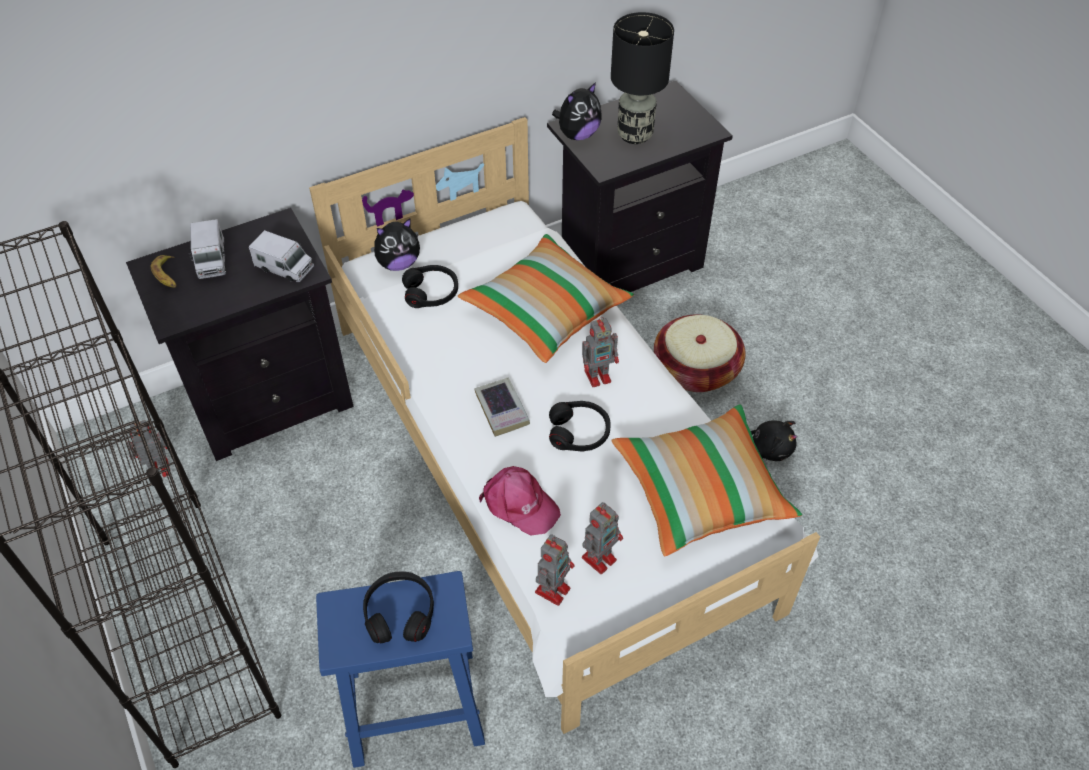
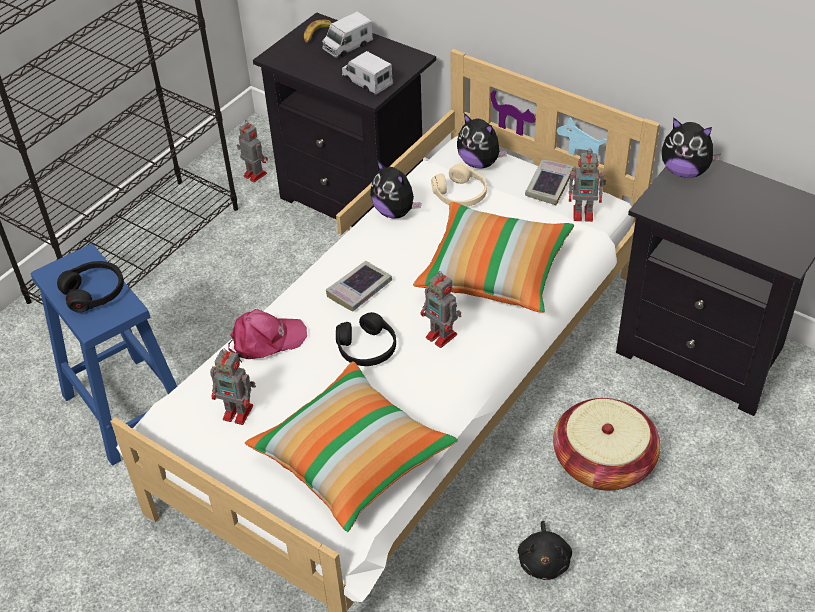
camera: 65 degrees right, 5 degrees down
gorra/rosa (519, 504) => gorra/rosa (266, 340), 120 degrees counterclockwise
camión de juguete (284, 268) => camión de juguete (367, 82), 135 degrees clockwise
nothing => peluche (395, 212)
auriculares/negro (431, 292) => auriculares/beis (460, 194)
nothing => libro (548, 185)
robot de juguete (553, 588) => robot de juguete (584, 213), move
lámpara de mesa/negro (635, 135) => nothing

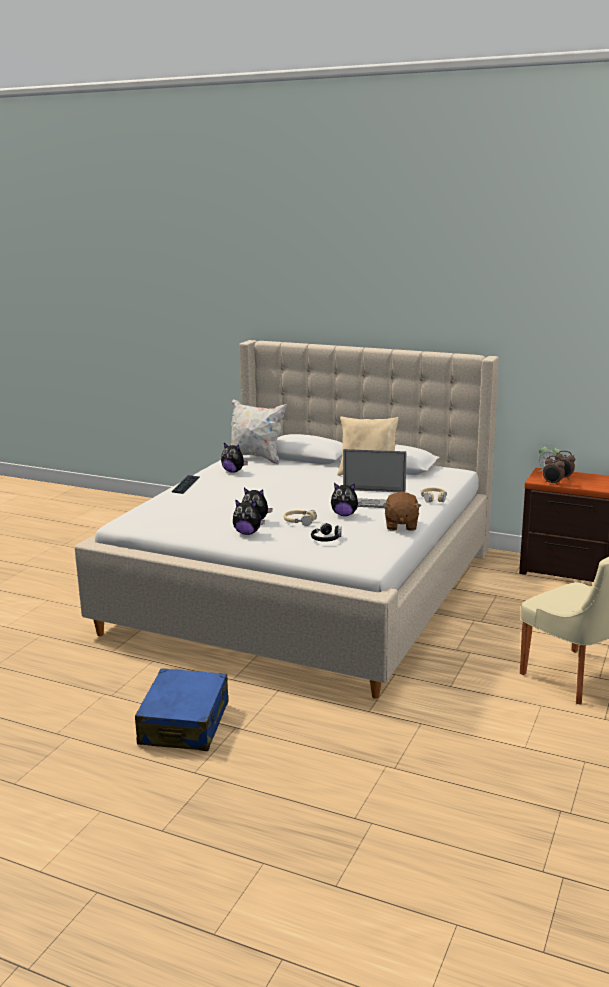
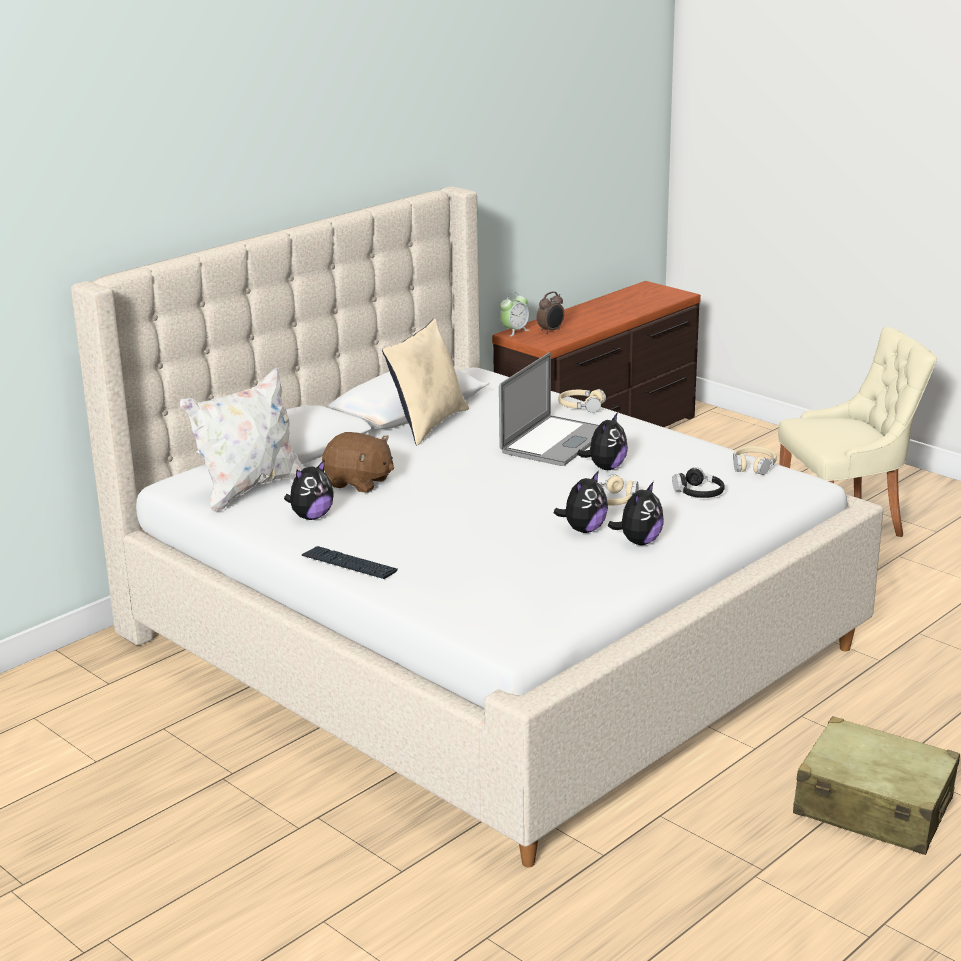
camera: 70 degrees left, 5 degrees up
peluche/marrón (401, 525) => peluche/marrón (359, 482), move
nothing => auriculares/beis (753, 466)
maleta/azul (184, 723) => maleta/beis (873, 807)
despertador (552, 483) => nothing

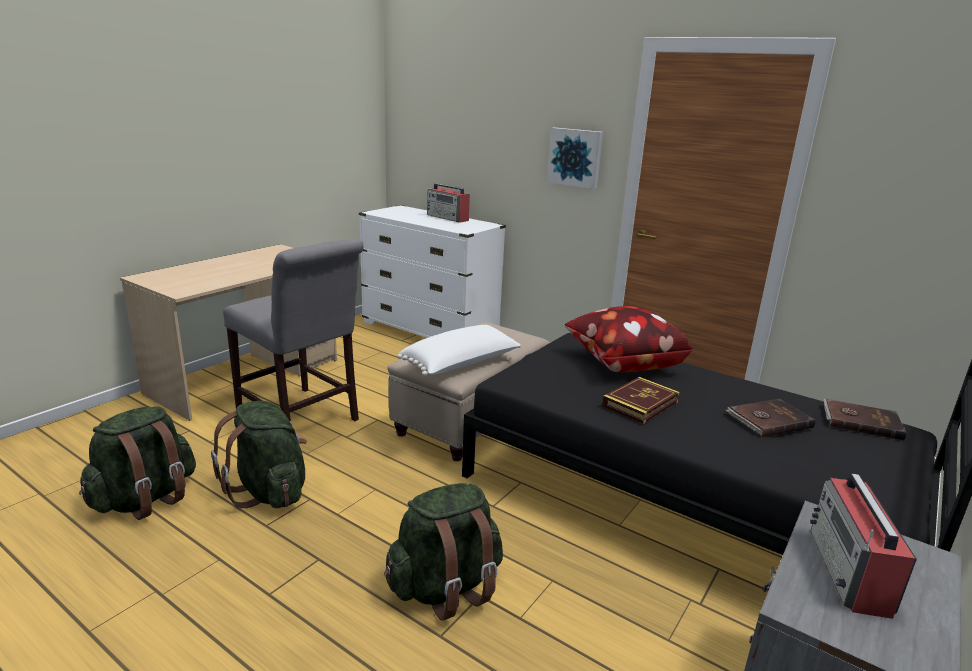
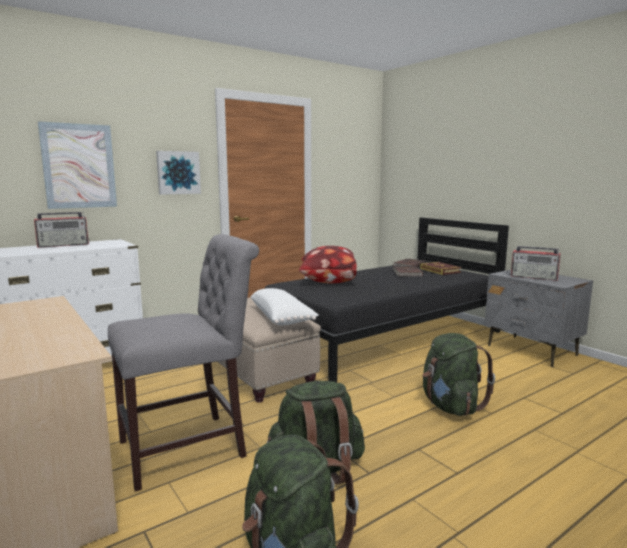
camera: 70 degrees left, 10 degrees down
nothing => cuadro (79, 166)
libro (640, 404) => libro (440, 270), move

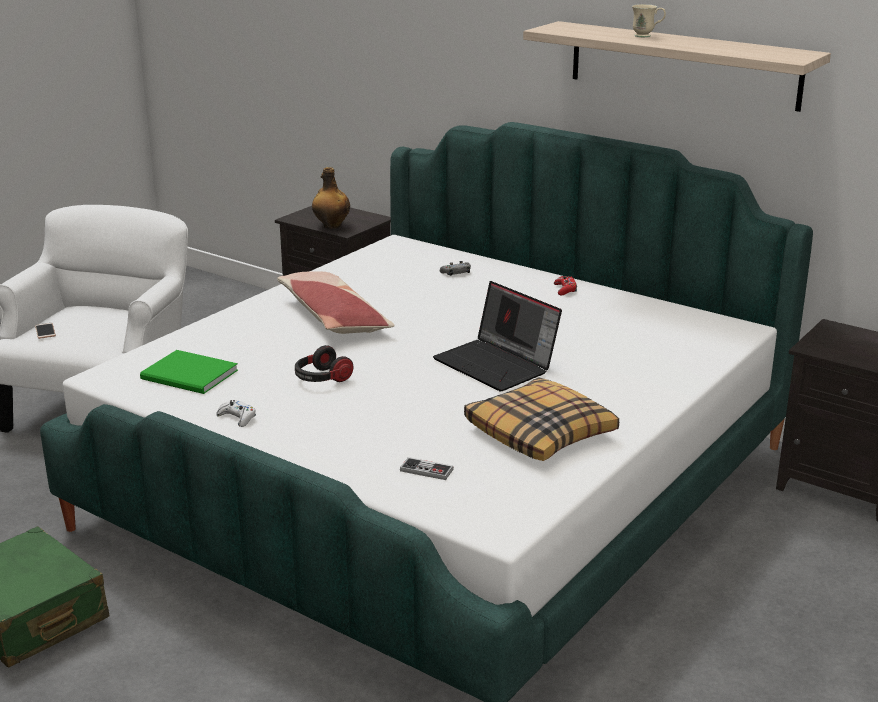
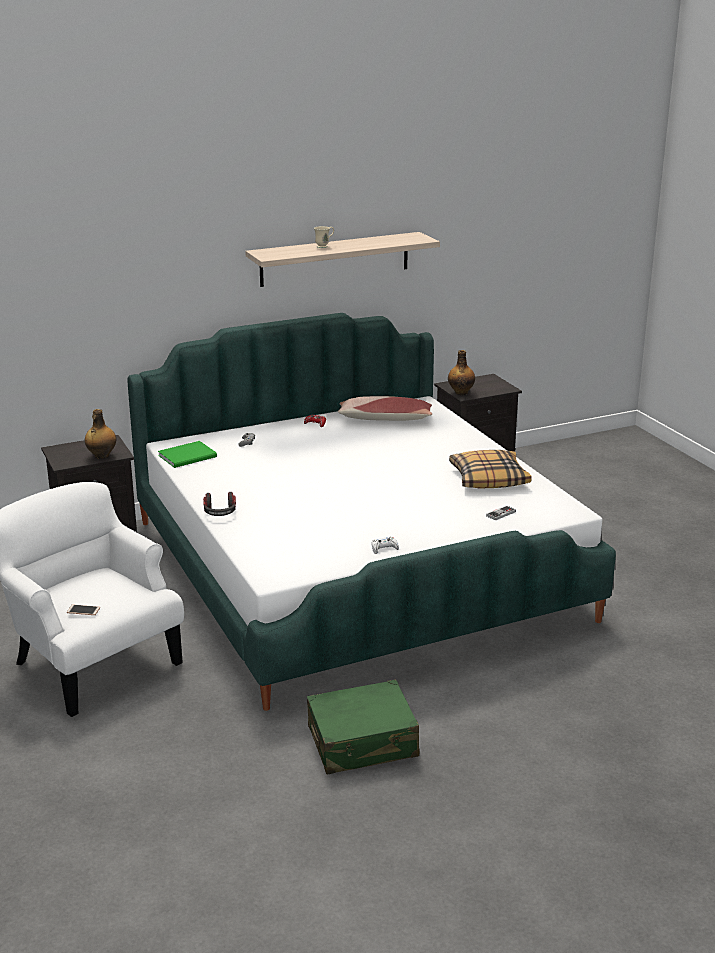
camera: 60 degrees left, 0 degrees up
libro/verde (190, 376) => libro/verde (189, 456), move
auriculares (321, 379) => auriculares (220, 513), move
cojín (333, 317) => cojín (384, 419), move
nothing => botella (461, 392)
portátil (497, 365) => nothing

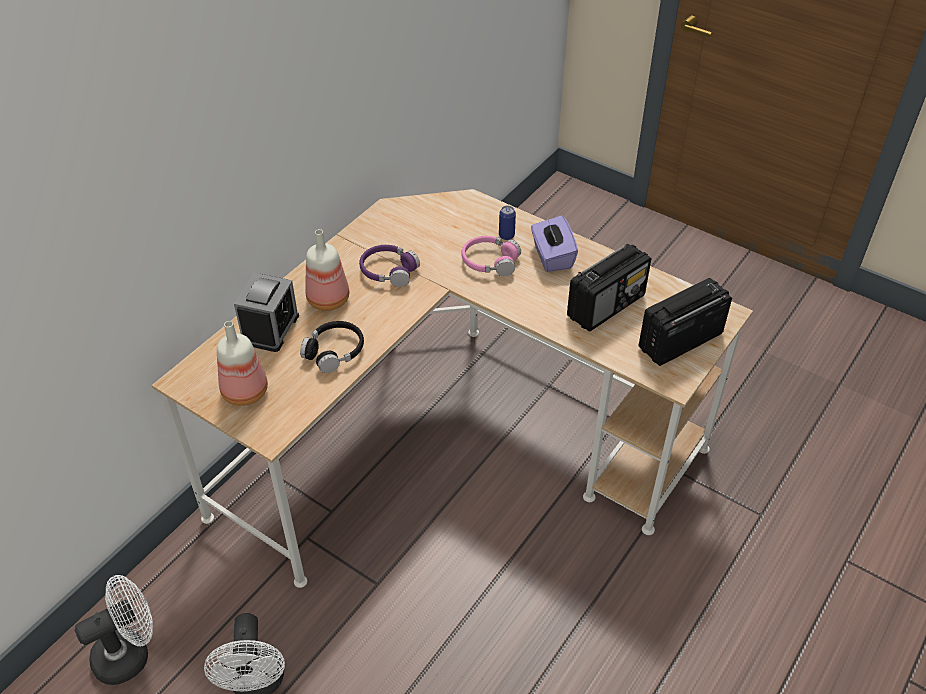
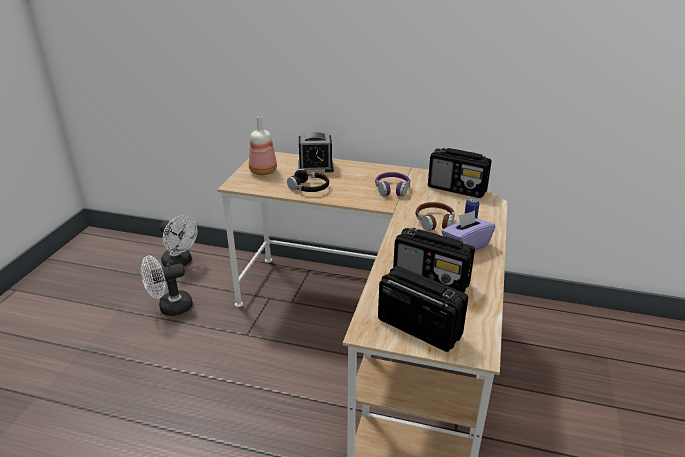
camera: 70 degrees right, 15 degrees down
auriculares/rosa (490, 262) => auriculares/marrón (435, 221)
nothing => radio (457, 189)
botella (328, 299) => nothing

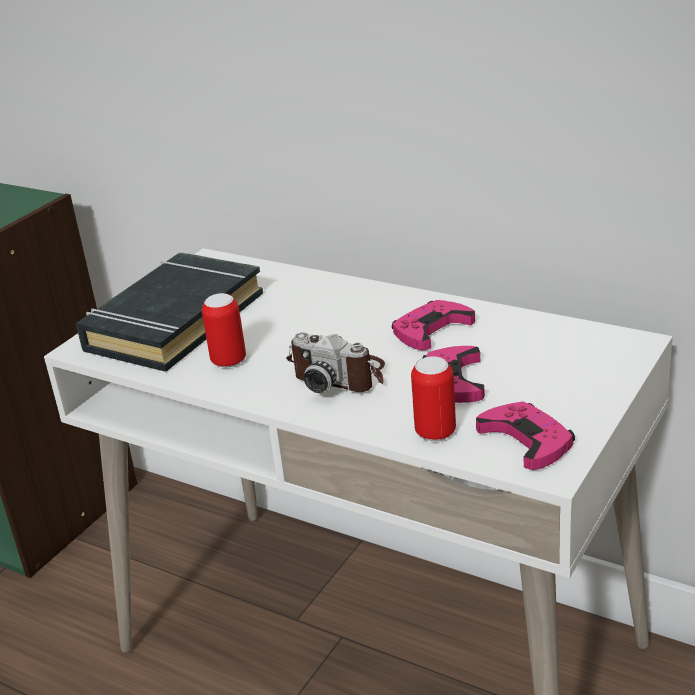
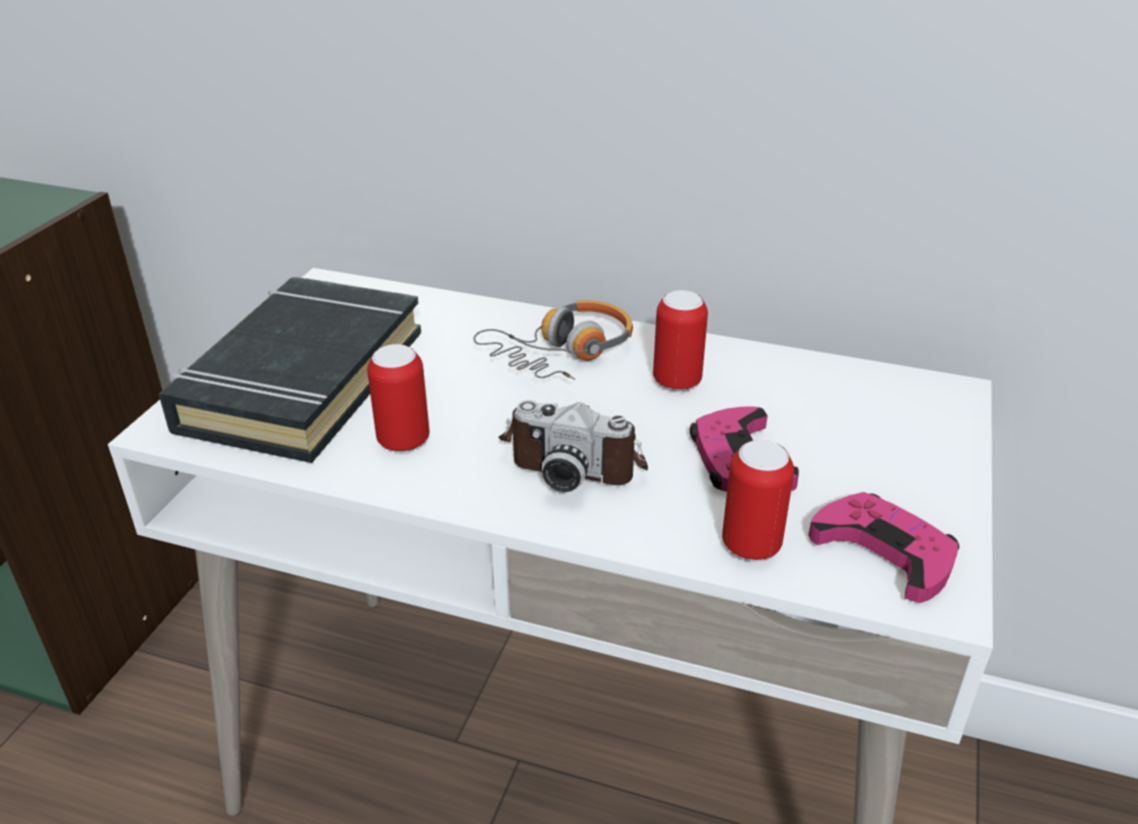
camera: 15 degrees left, 5 degrees up
nothing => auriculares (563, 353)
mando de consola/rosa (431, 330) => lata (677, 382)

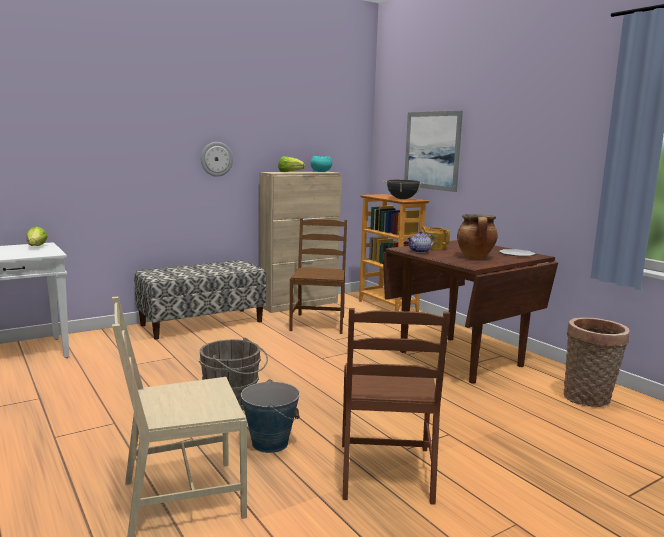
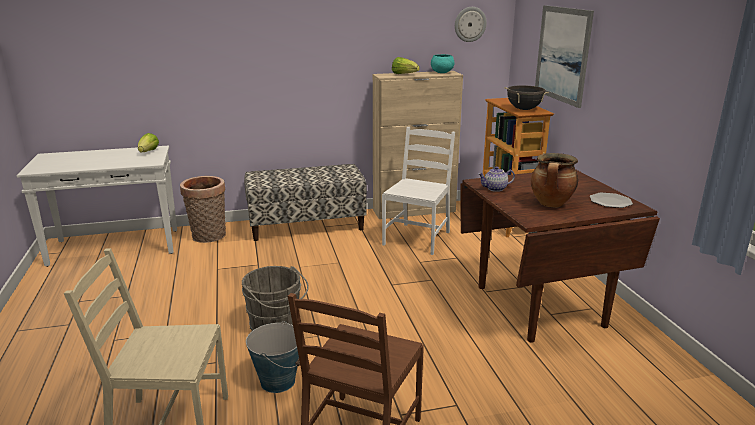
camera: 20 degrees right, 10 degrees up
cesta (589, 399) => cesta (208, 237), move
silla/marrón (318, 323) => silla/blanco (417, 238)
reloj de pared (216, 159) => reloj de pared (470, 24), move
tetera (434, 247) => nothing

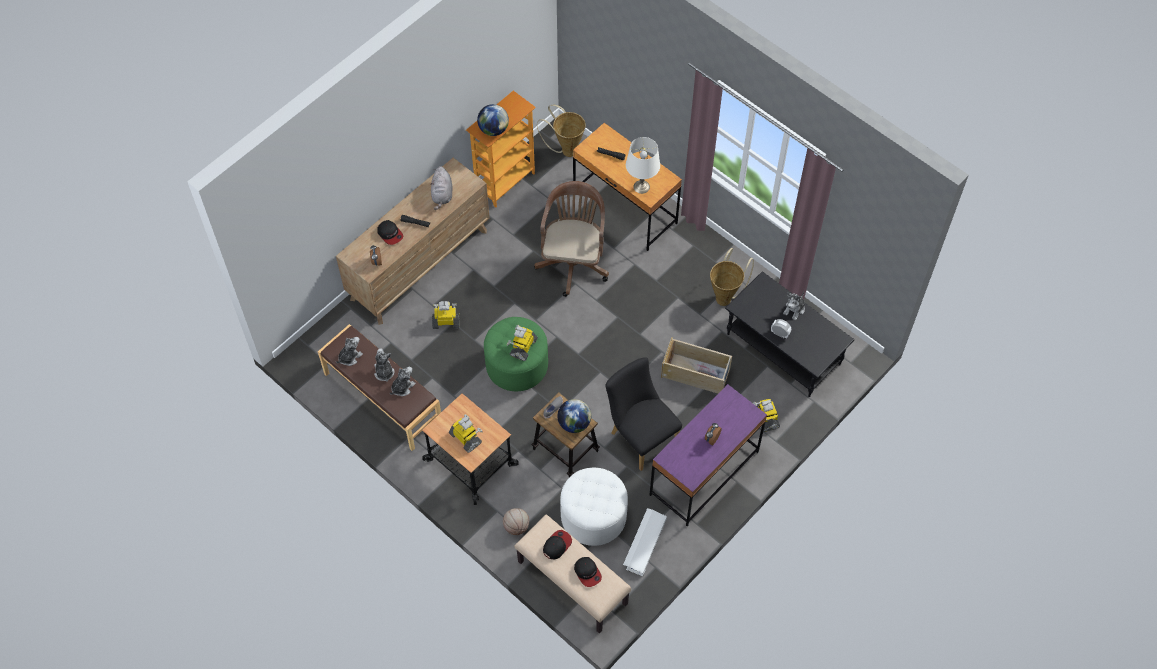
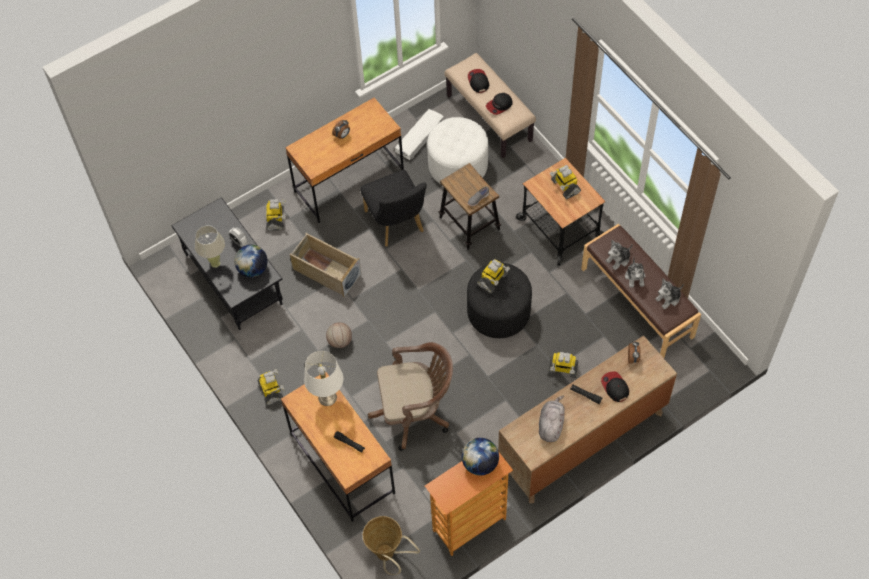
camera: 165 degrees left, 0 degrees up
peluche (794, 309) => lámpara de mesa/beis (215, 263)
globo terráqueo (574, 423) => globo terráqueo (253, 269), move
nothing => robot de juguete (271, 391)
escritorio/morado (704, 473) => escritorio/marrón (349, 182)
balón de baloncesto (516, 526) => balón de baloncesto (340, 341), move
silla de oficina/marrón (573, 261) => silla de oficina/marrón (415, 412), 120 degrees counterclockwise
puf/verde (517, 365) => puf/negro (498, 311)
cesta (725, 296) => nothing

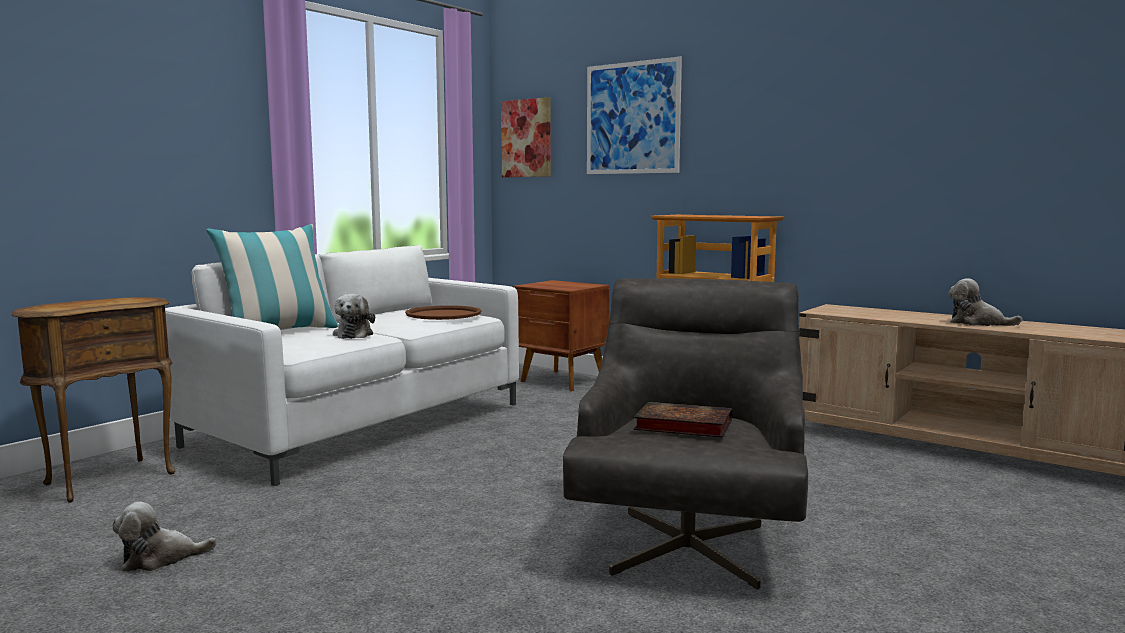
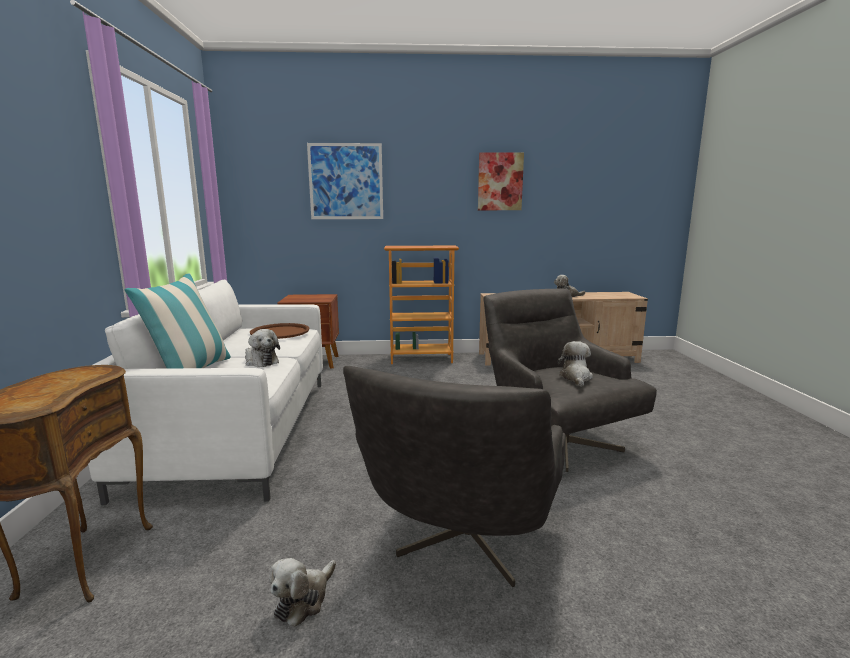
camera: 40 degrees left, 5 degrees up
nothing => sillón/gris (462, 546)
cuadro (526, 138) => cuadro (500, 182), move
libro (680, 426) => peluche (575, 378)

